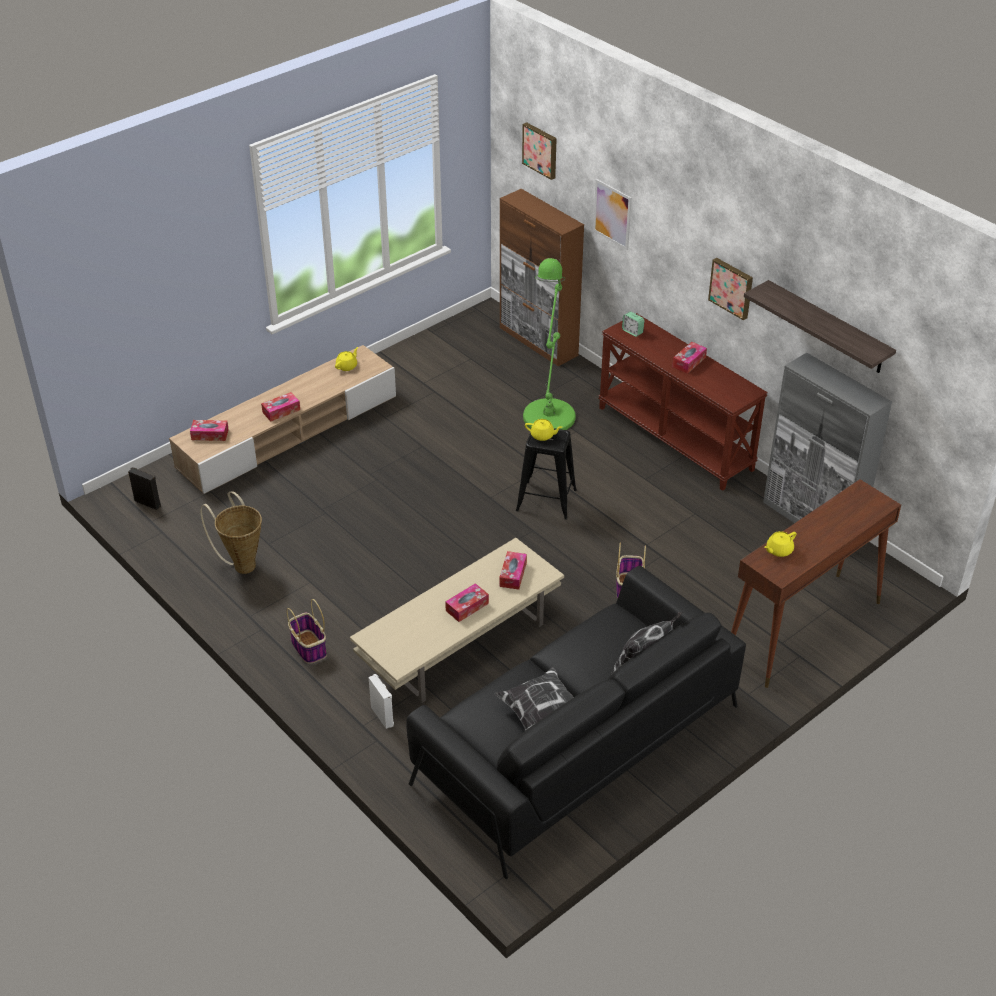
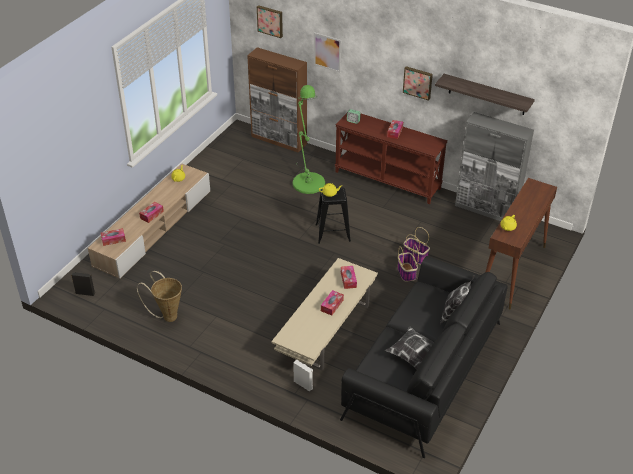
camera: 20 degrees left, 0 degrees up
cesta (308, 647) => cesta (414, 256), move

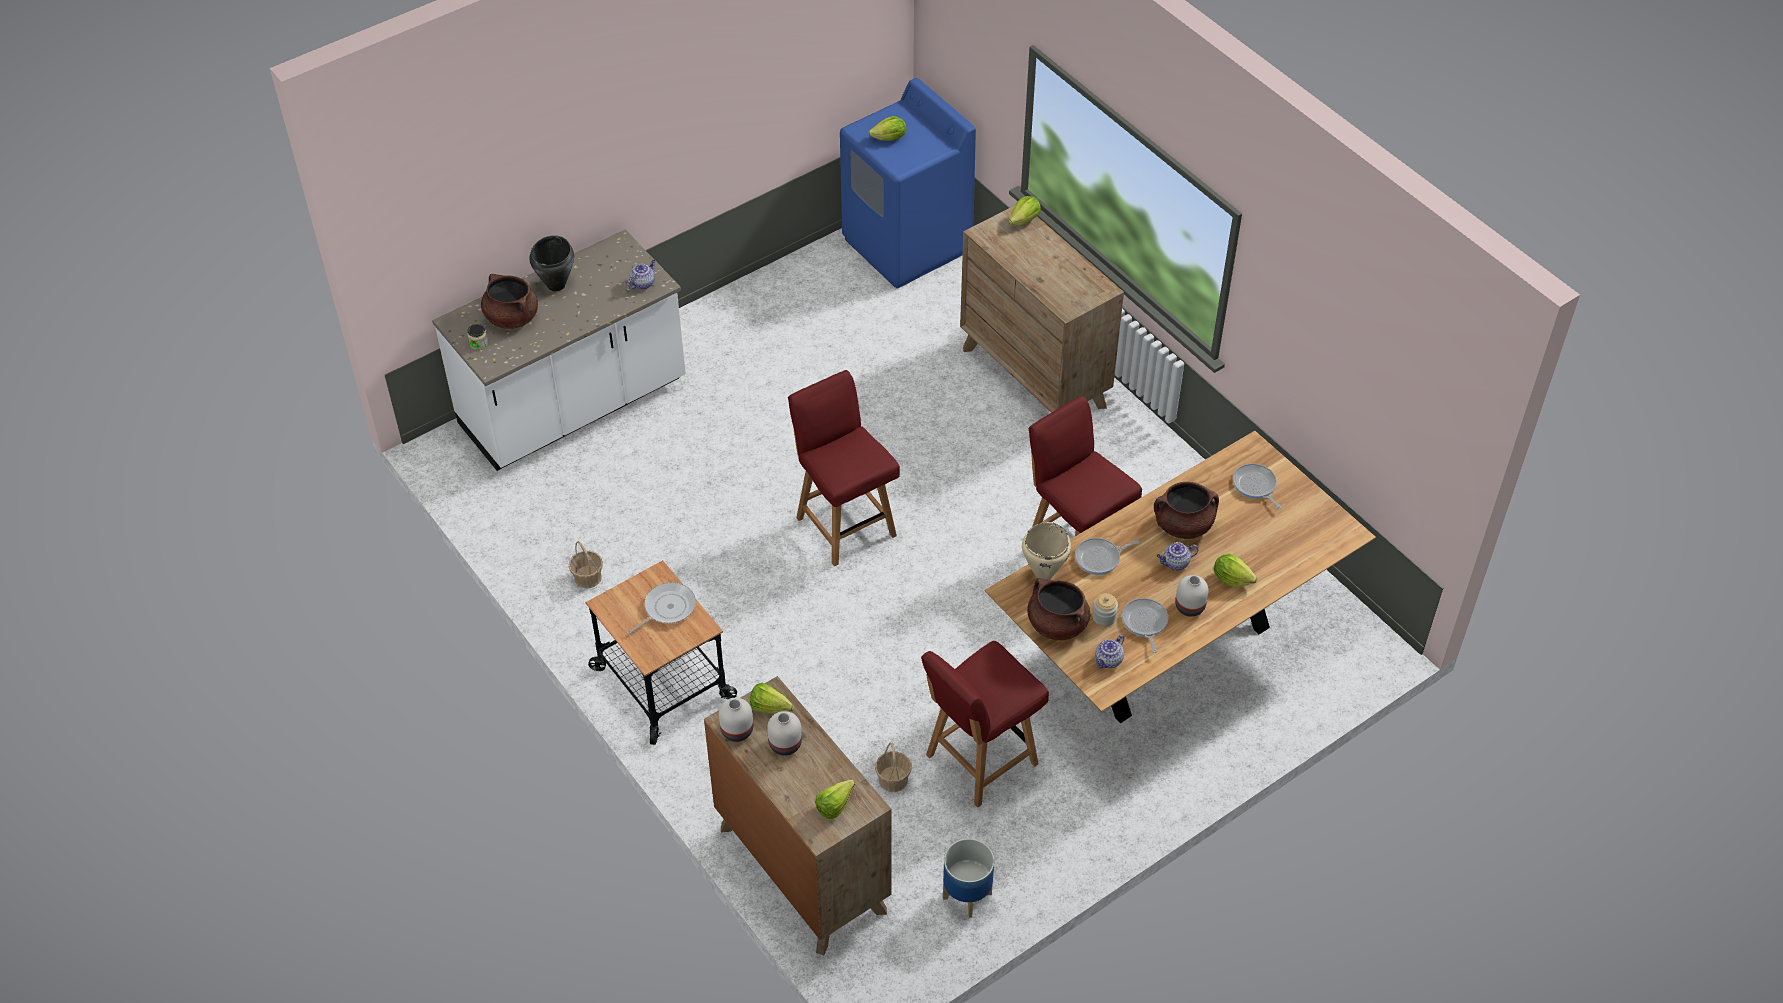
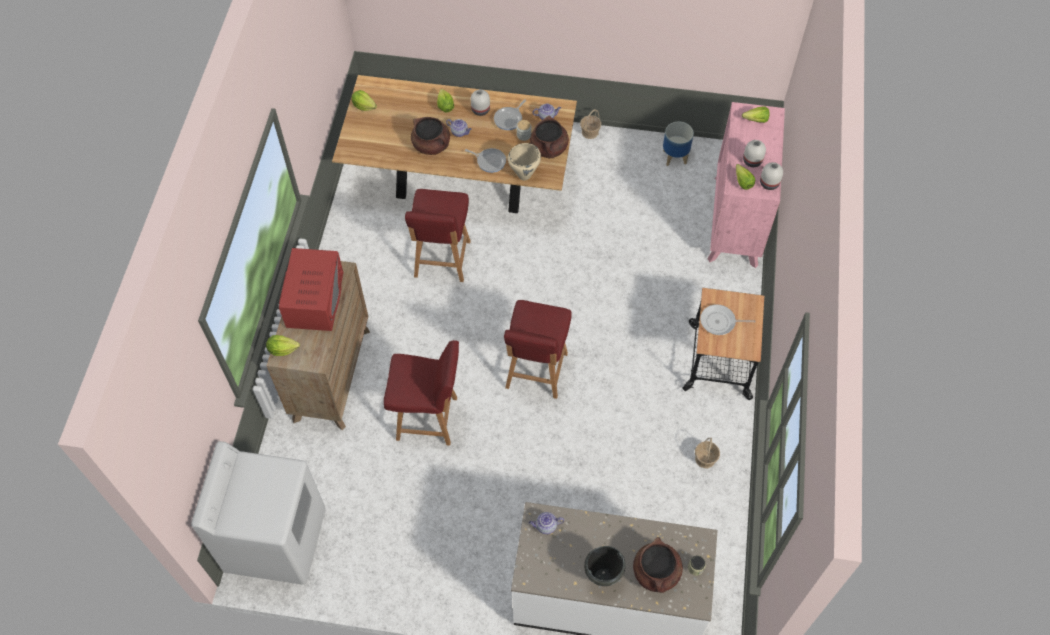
camera: 135 degrees left, 10 degrees up
lavadora/azul (907, 245) => lavadora/blanco (276, 540)
nothing => microondas/rojo (315, 299)
lechuga (889, 138) => lechuga (364, 106), move
silla/rojo (979, 761) => silla/rojo (429, 419), move
cesta (893, 779) => cesta (589, 132), move
cómoda/marrón (802, 869) => cómoda/rosa (735, 221)
sartén (1255, 486) => nothing

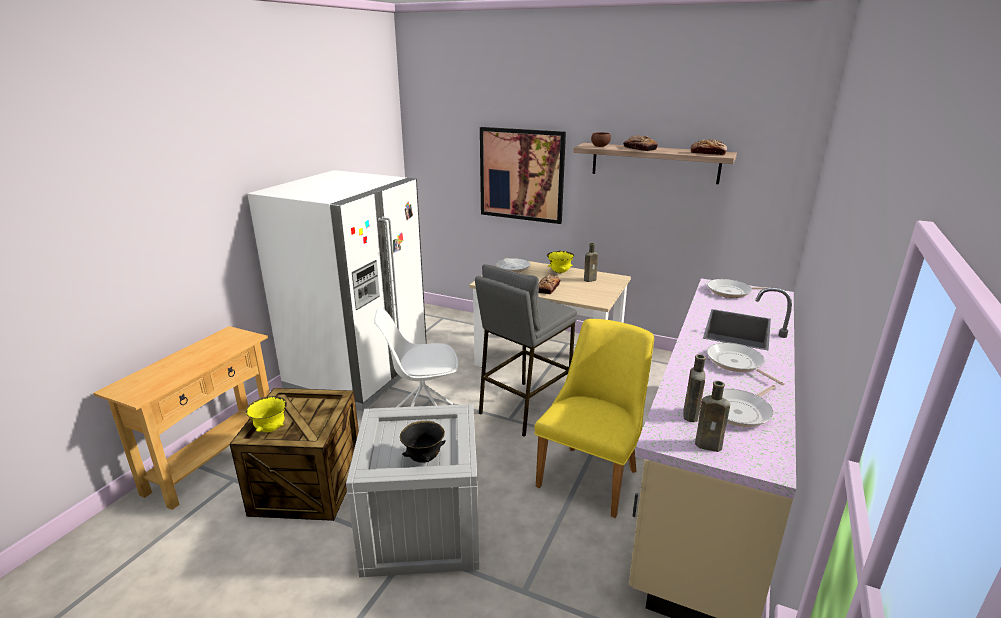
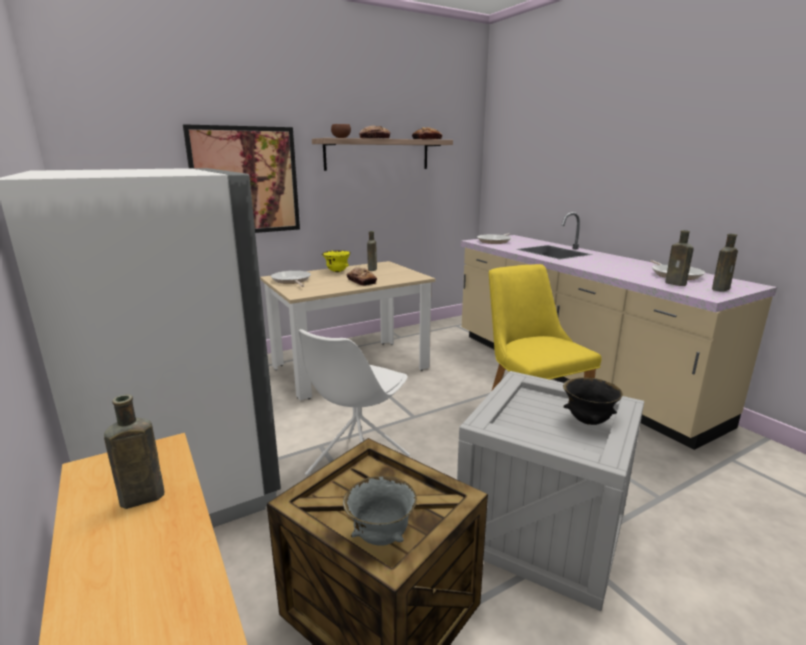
camera: 55 degrees left, 5 degrees down
nothing => botella/marrón (139, 499)
cuenco/amarillo (270, 429) => cuenco/gris (381, 537)
taburete/gris (523, 408) => nothing
sartén (737, 363) => nothing

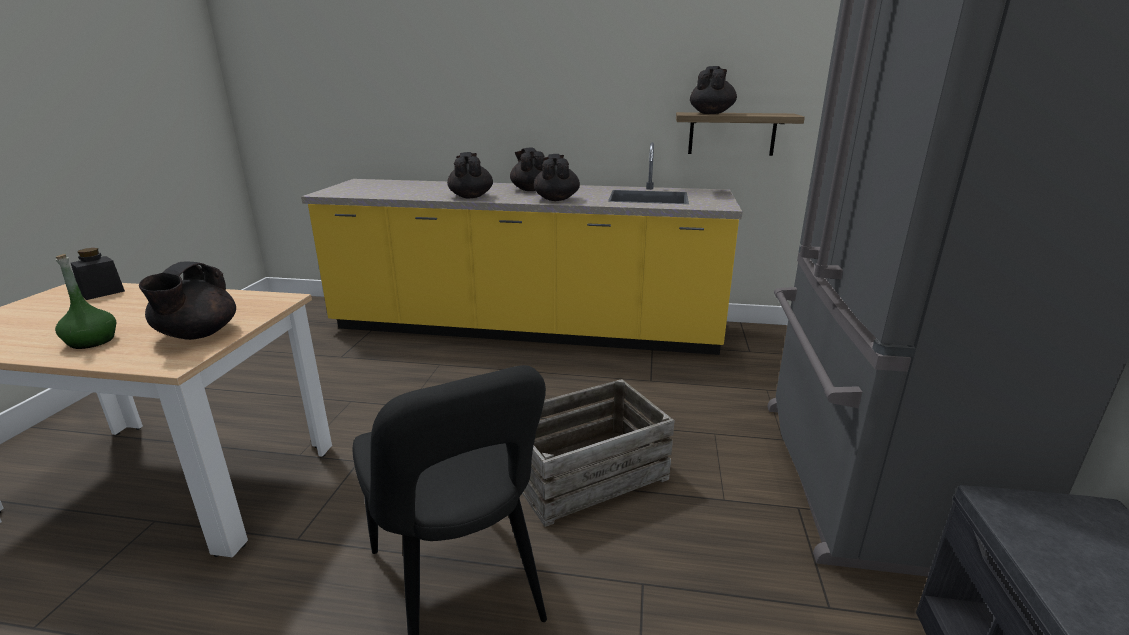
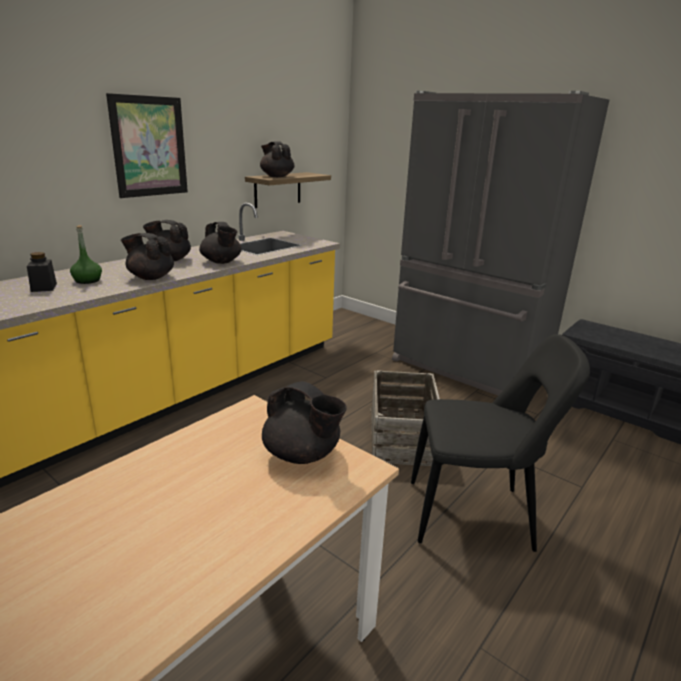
camera: 60 degrees left, 0 degrees up
tarro/negro (102, 292) => tarro/negro (44, 287), move
botella/verde (92, 341) => botella/verde (87, 281), move
nothing => cuadro (149, 147)
tetera/negro (556, 199) => tetera/negro (221, 262), 150 degrees counterclockwise

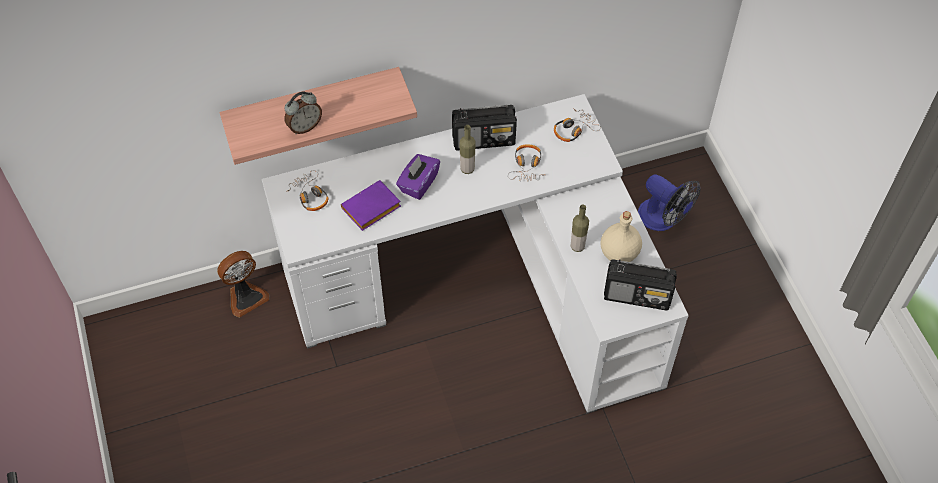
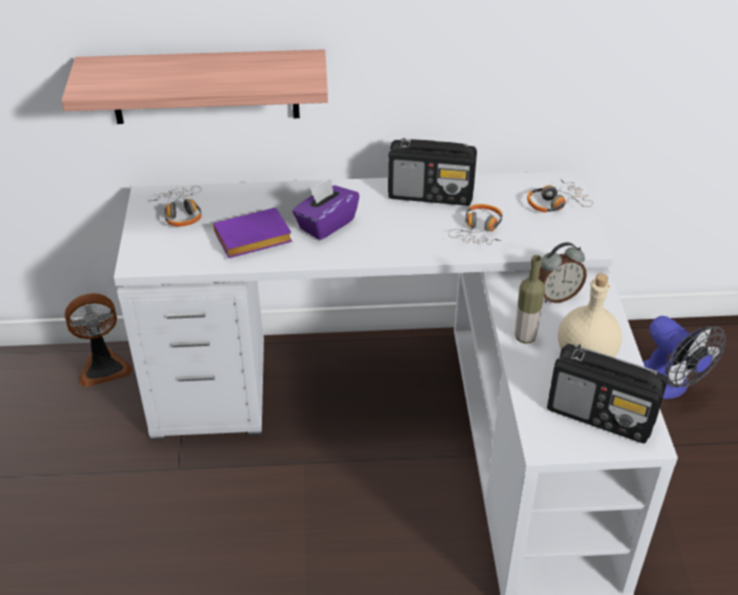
camera: 15 degrees right, 15 degrees down
despertador (304, 126) => despertador (557, 296), move
botella (467, 169) => nothing

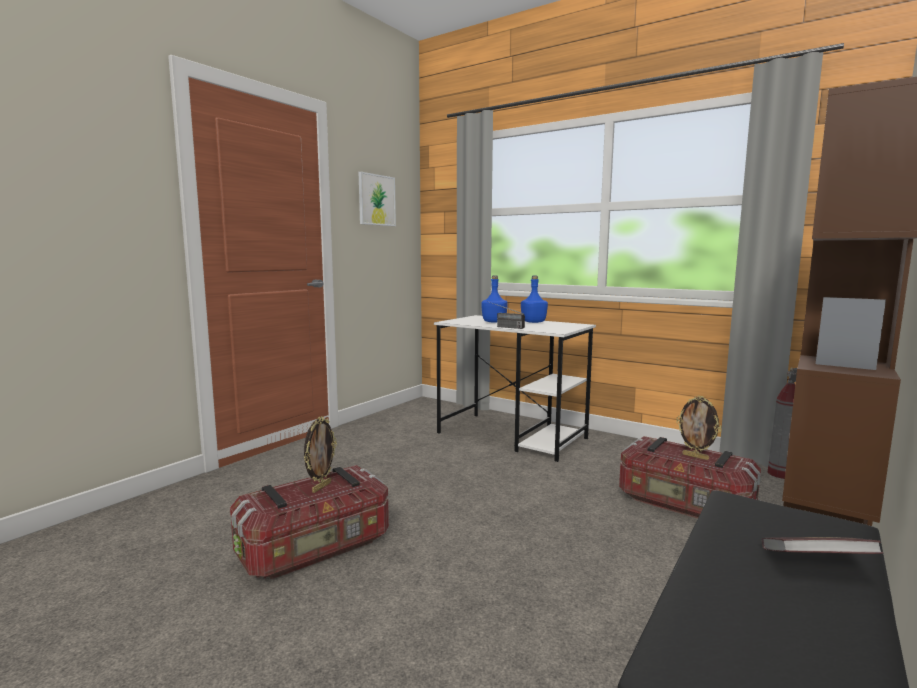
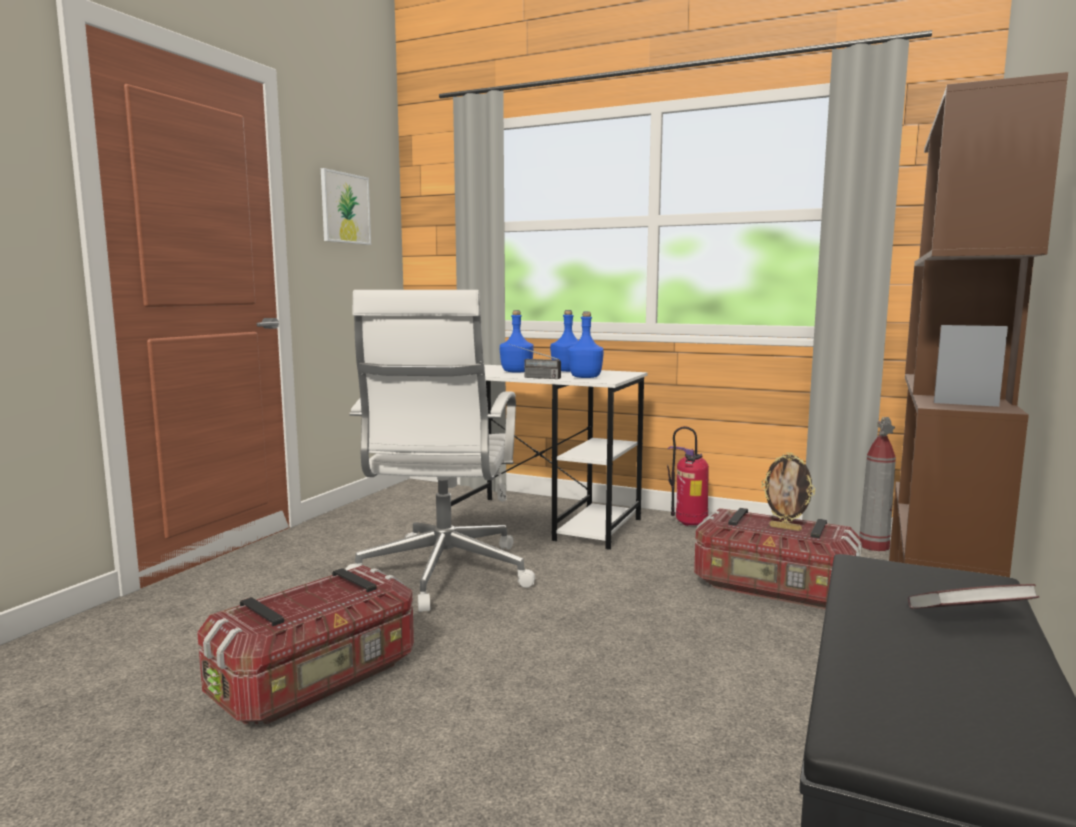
camera: 10 degrees left, 0 degrees up
nothing => silla de oficina/blanco (442, 575)
nothing => botella/azul (585, 377)
nothing => extintor (689, 524)
portarretratos (321, 487) => nothing

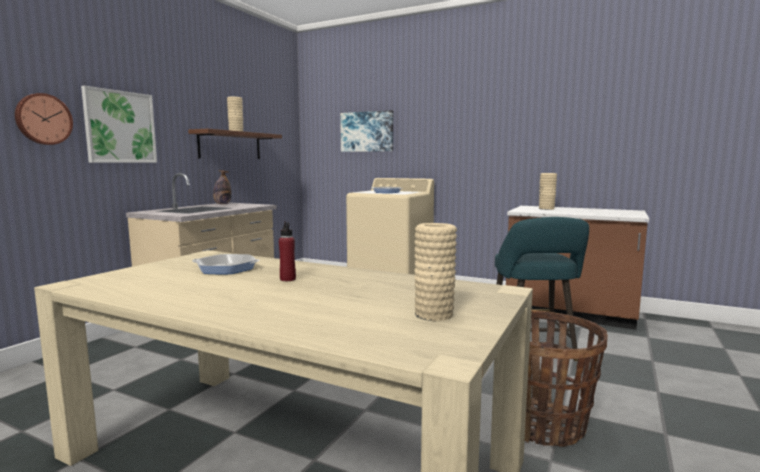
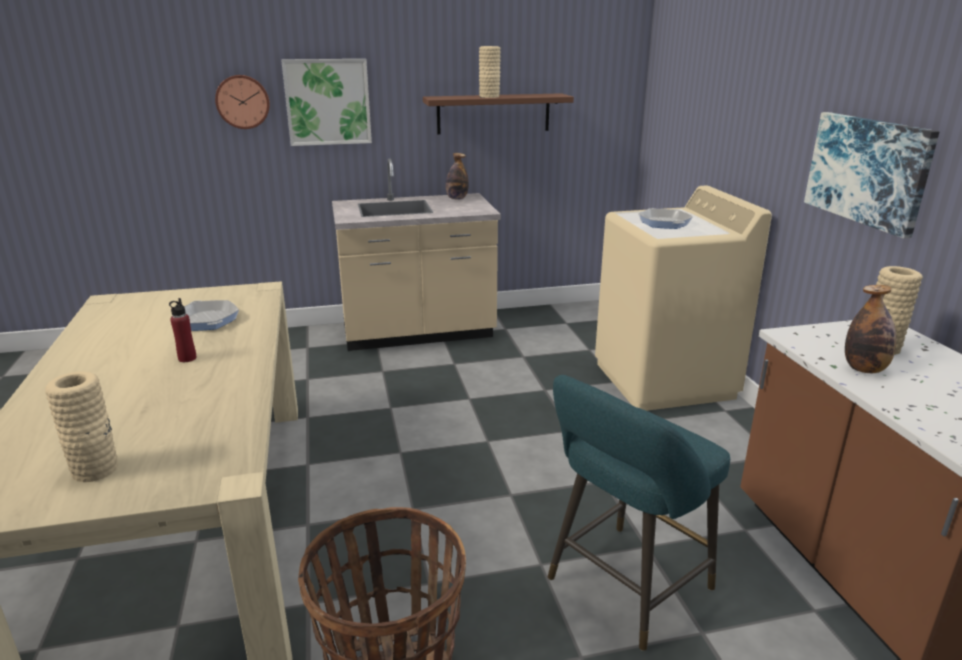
camera: 50 degrees right, 15 degrees up
cuadro (367, 131) => cuadro (868, 170), move
nothing => botella (864, 369)

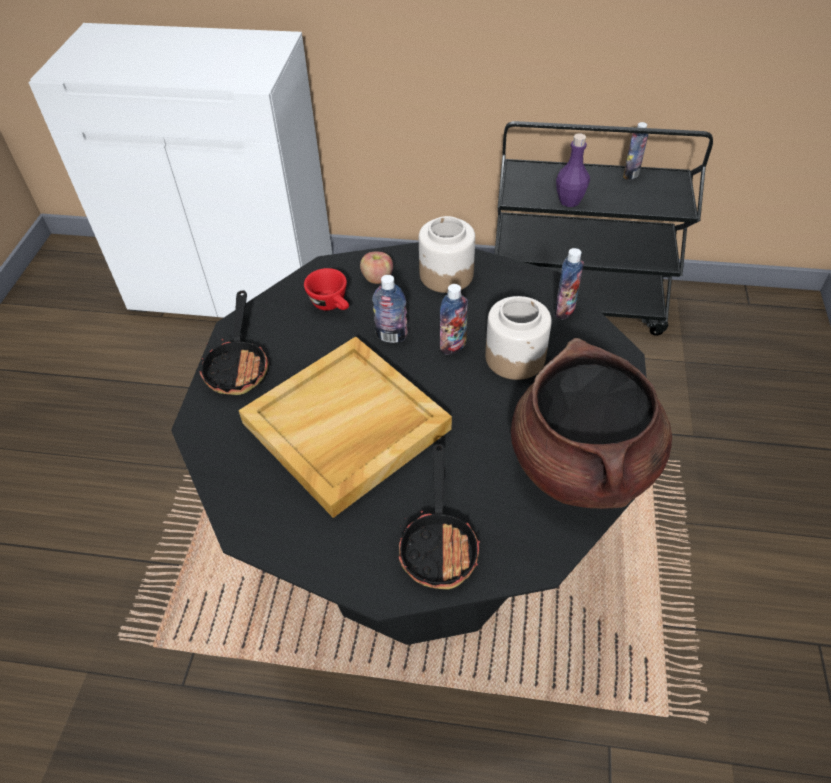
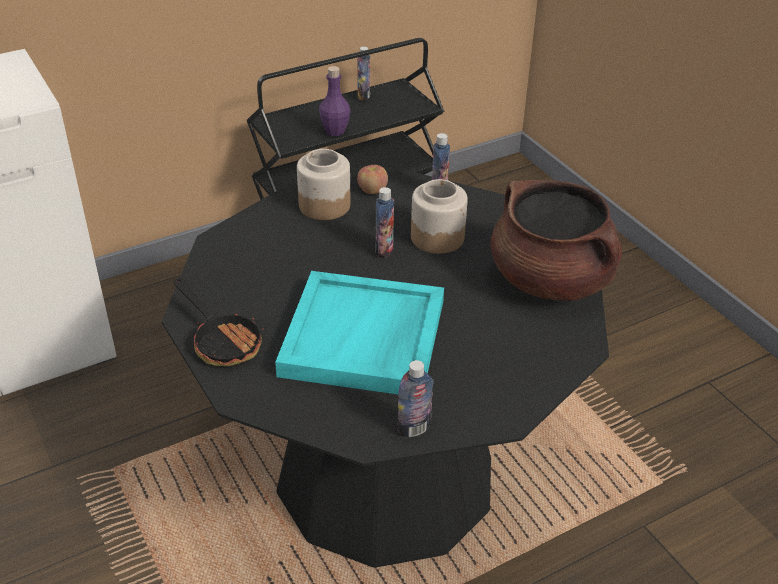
camera: 40 degrees left, 10 degrees down
bandeja/beis (346, 428) => bandeja/turquesa (364, 339)
manzana (377, 278) => manzana (372, 190), move
botella (391, 336) => botella (414, 428), move
taza/rojo (332, 305) => nothing
sartén (439, 543) => nothing

